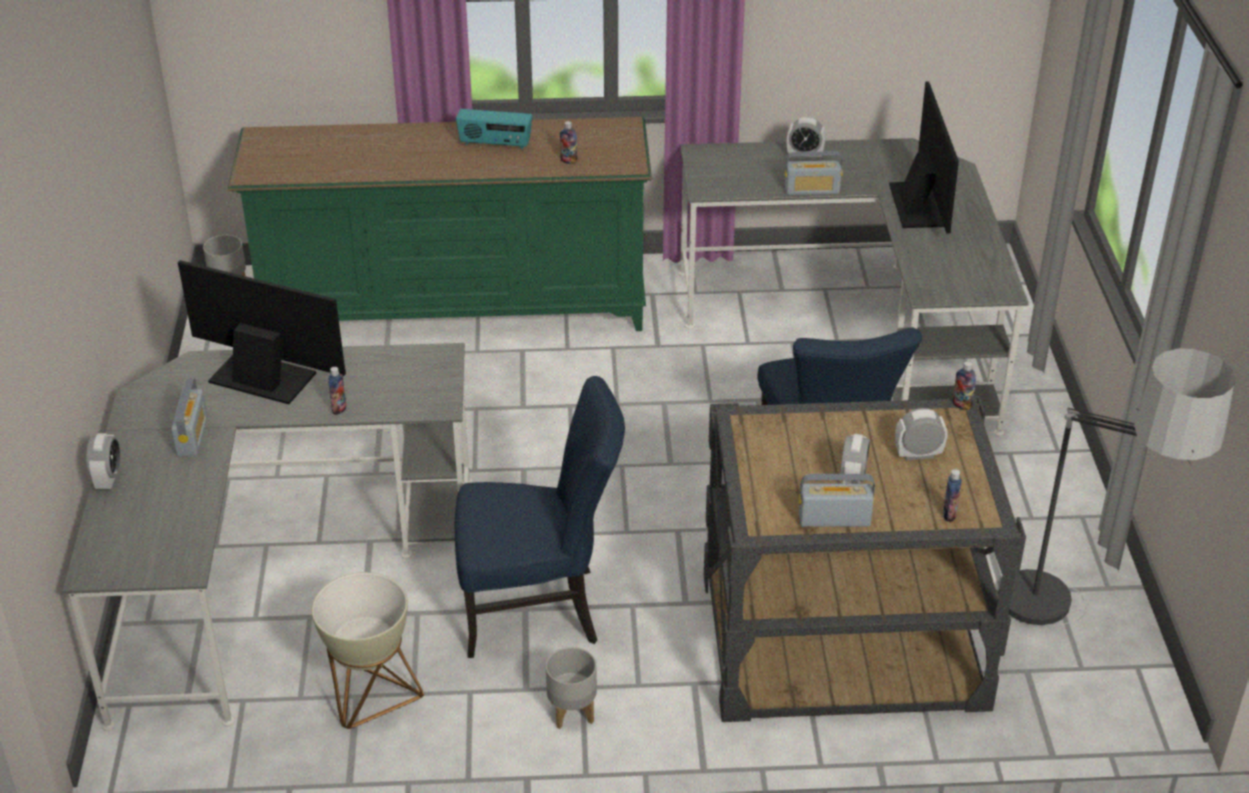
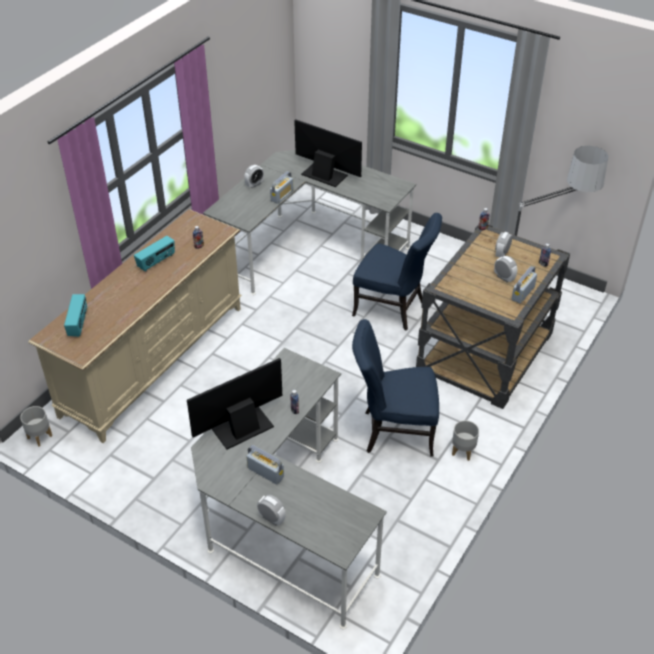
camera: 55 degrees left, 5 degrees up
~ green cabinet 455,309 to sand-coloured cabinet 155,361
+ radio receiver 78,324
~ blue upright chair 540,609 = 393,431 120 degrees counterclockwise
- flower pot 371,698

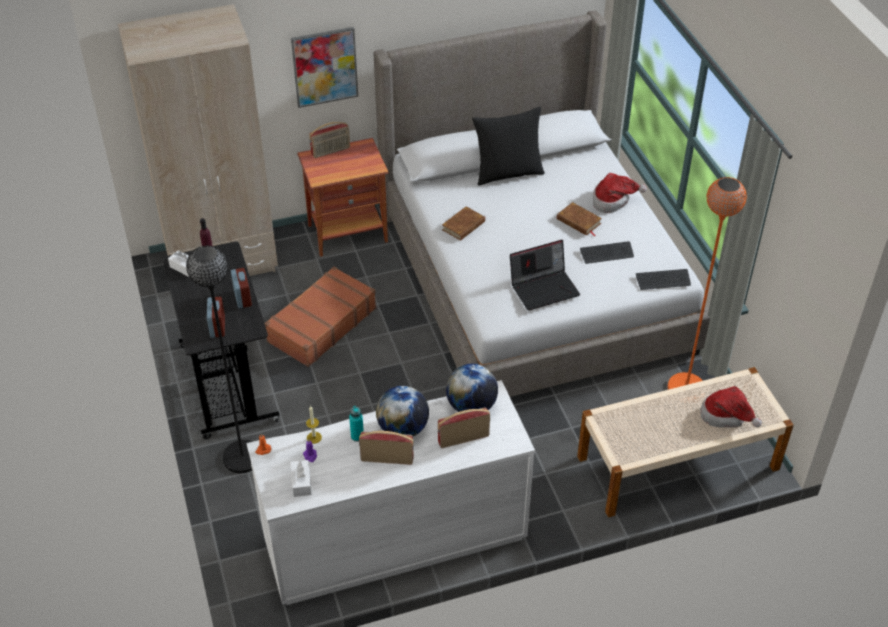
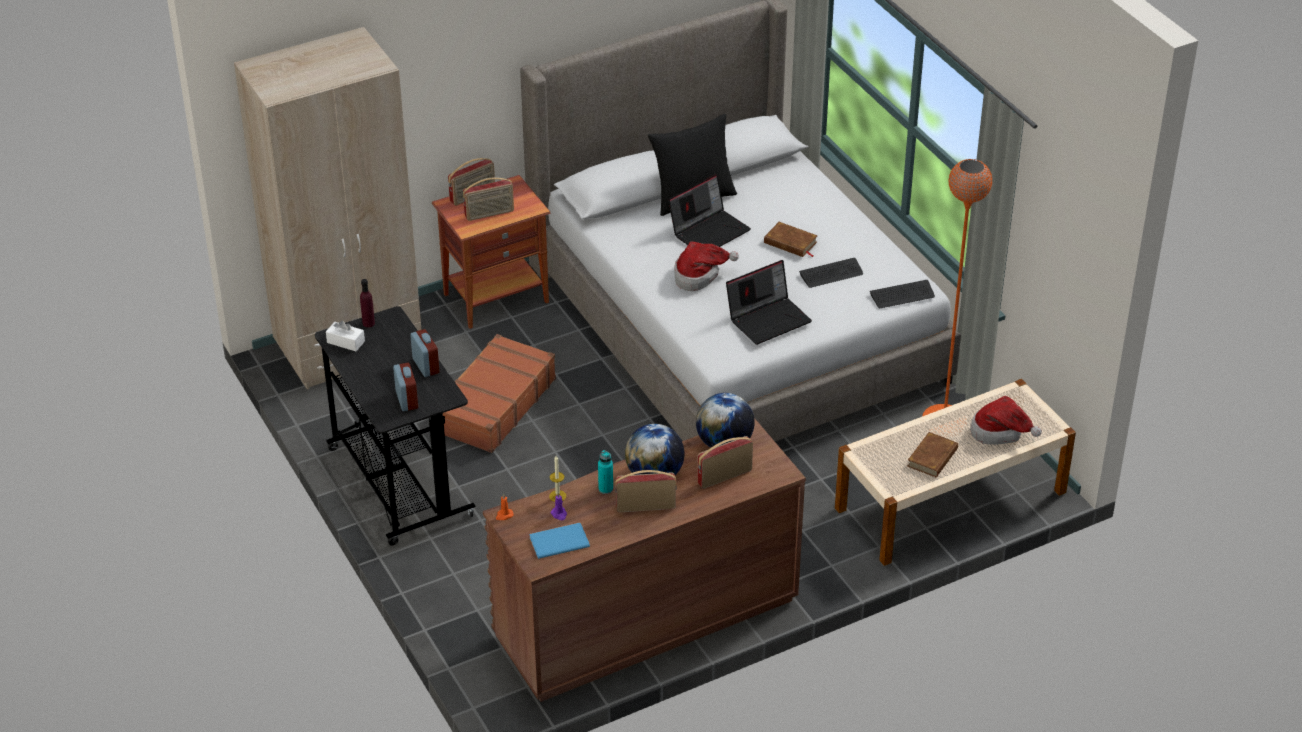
camera: 10 degrees left, 5 degrees down
+ radio receiver 489,214
~ white drawer chest 394,538 to brown drawer chest 645,619
~ white tissue holder 301,482 to blue book 557,541
+ notebook computer 709,231
~ hat 612,201 to 699,276
~ brown book 464,226 to 933,458
- black-coloured standing lamp 243,457
- picture 325,67

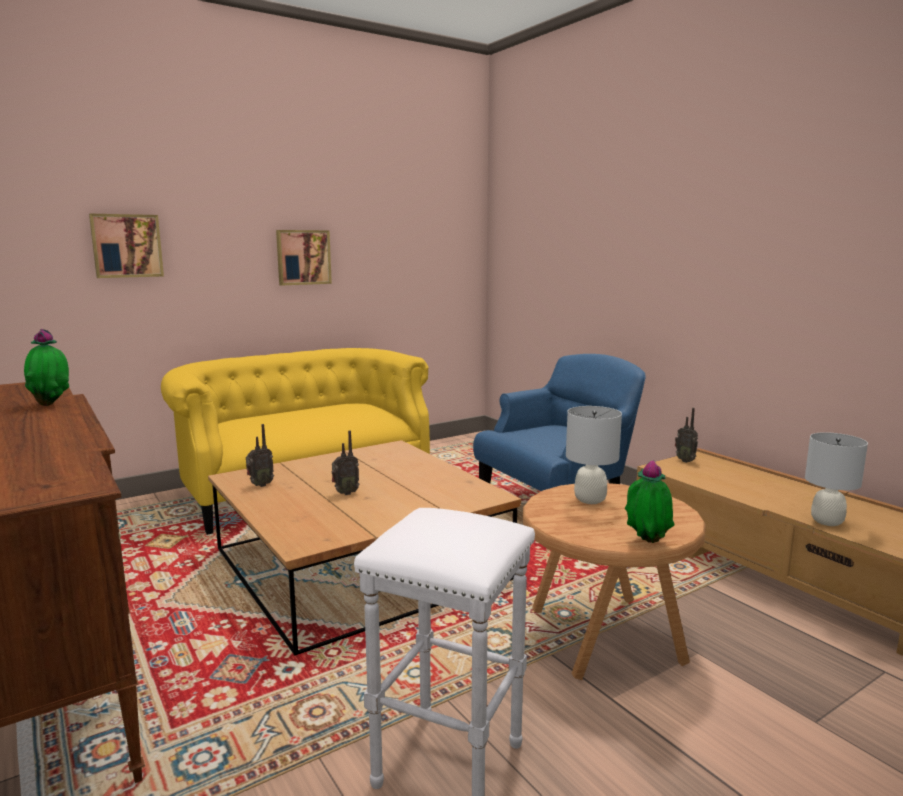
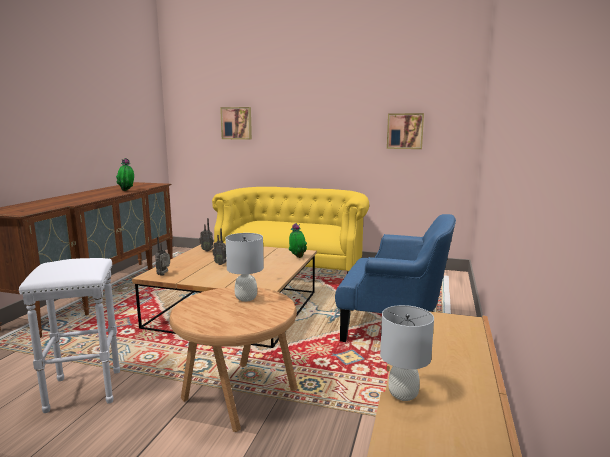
camera: 50 degrees right, 0 degrees up
~ radio receiver 685,460 to 164,274
~ plant in a pot 646,543 to 297,257
~ picture 303,257 to 405,131

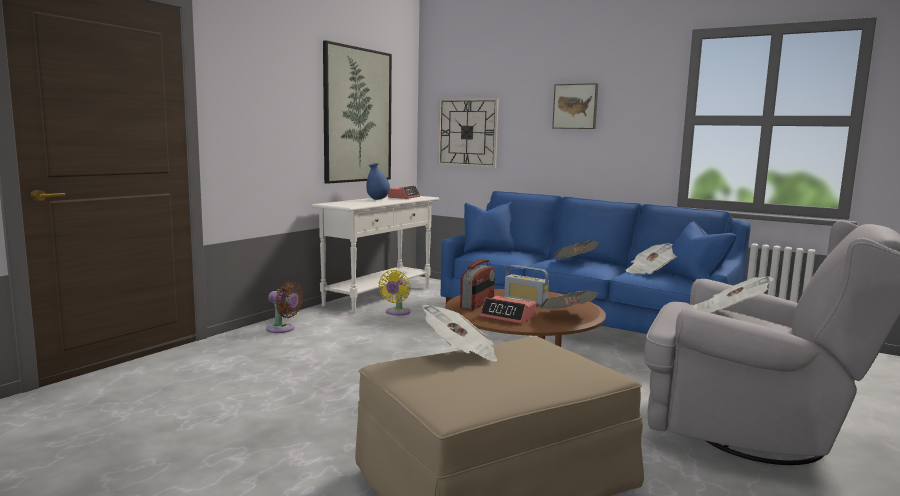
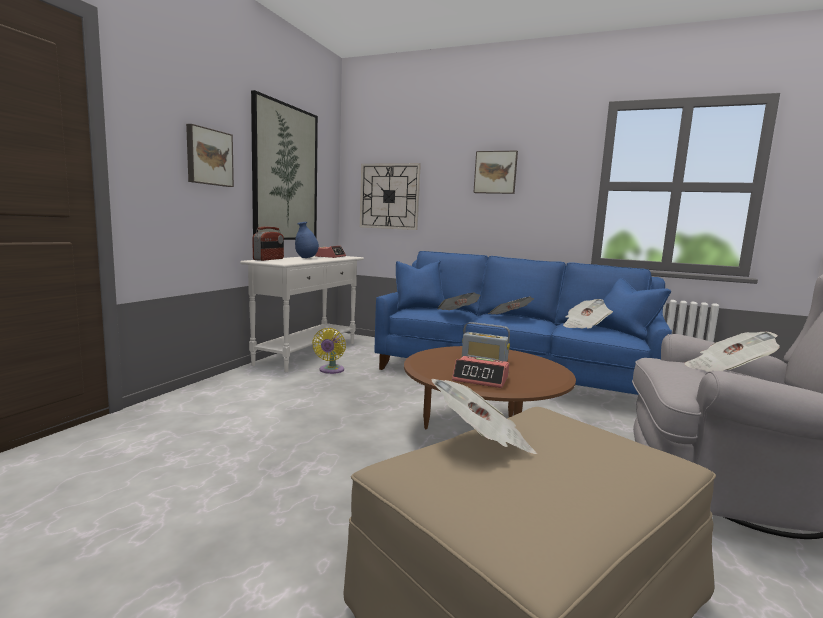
camera: 10 degrees left, 0 degrees up
+ picture 208,157
~ radio receiver 477,303 to 269,259
~ printed paper 566,316 to 457,313
- brown fan 283,329

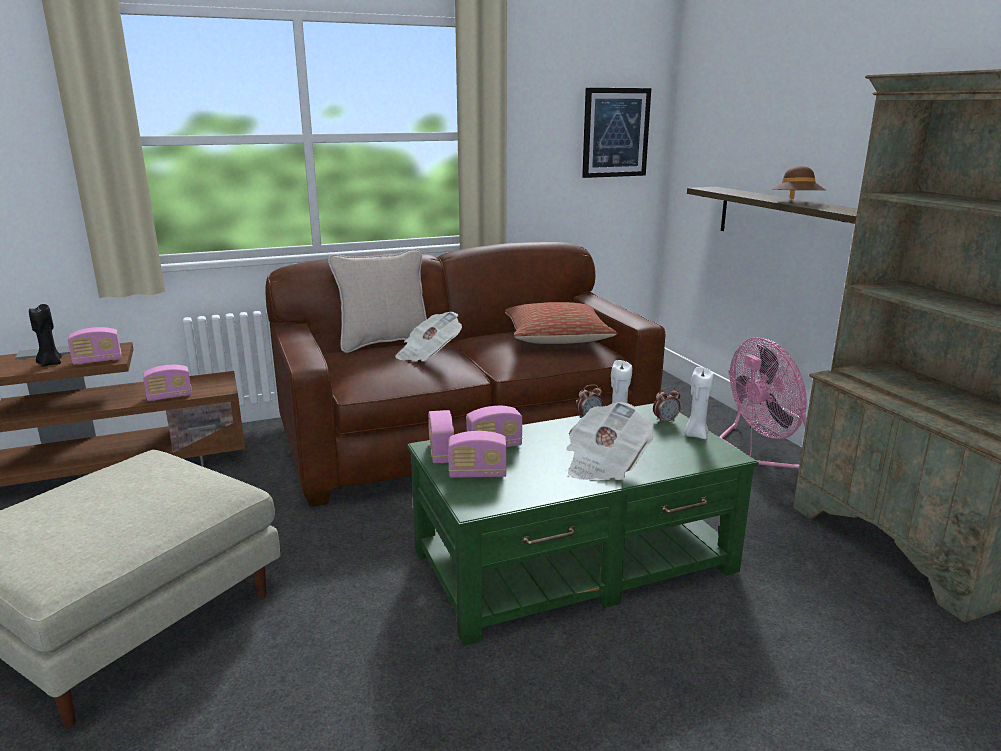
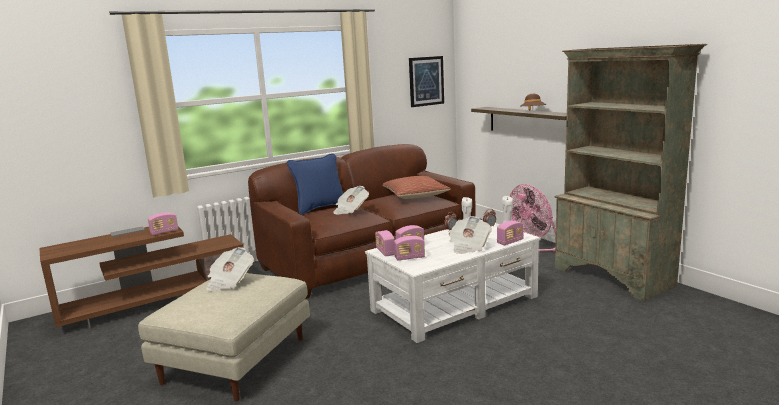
camera: 10 degrees left, 5 degrees down
+ printed paper 229,282
~ sand-coloured throw pillow 384,343 to blue throw pillow 320,208
~ green lounge table 575,561 to white lounge table 456,303
~ radio receiver 169,397 to 510,242
- black-coloured candle 50,363

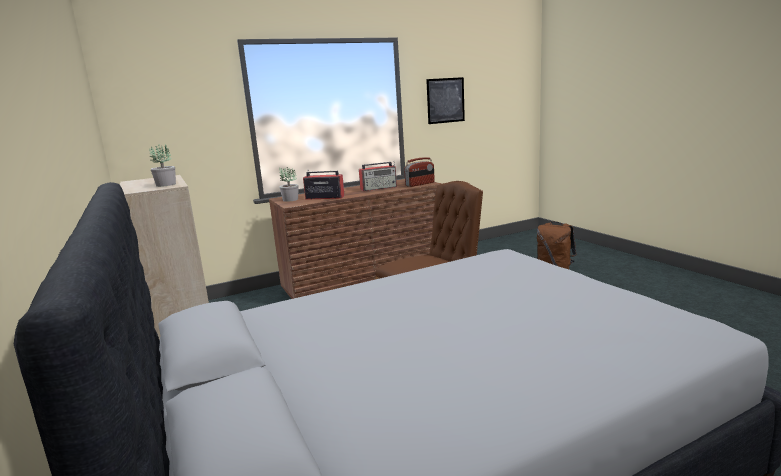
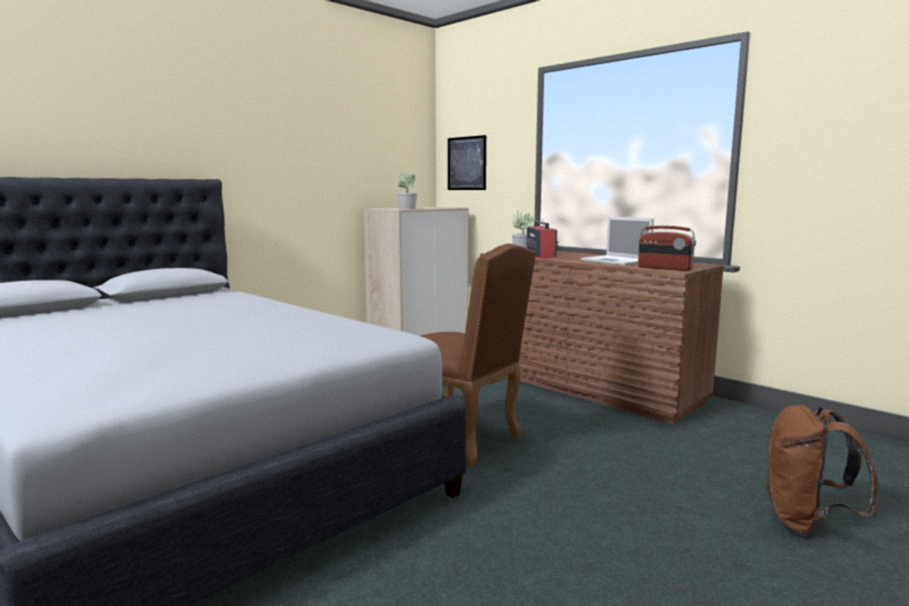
camera: 70 degrees right, 5 degrees down
~ picture 445,100 to 466,163
~ radio receiver 379,188 to notebook computer 616,261

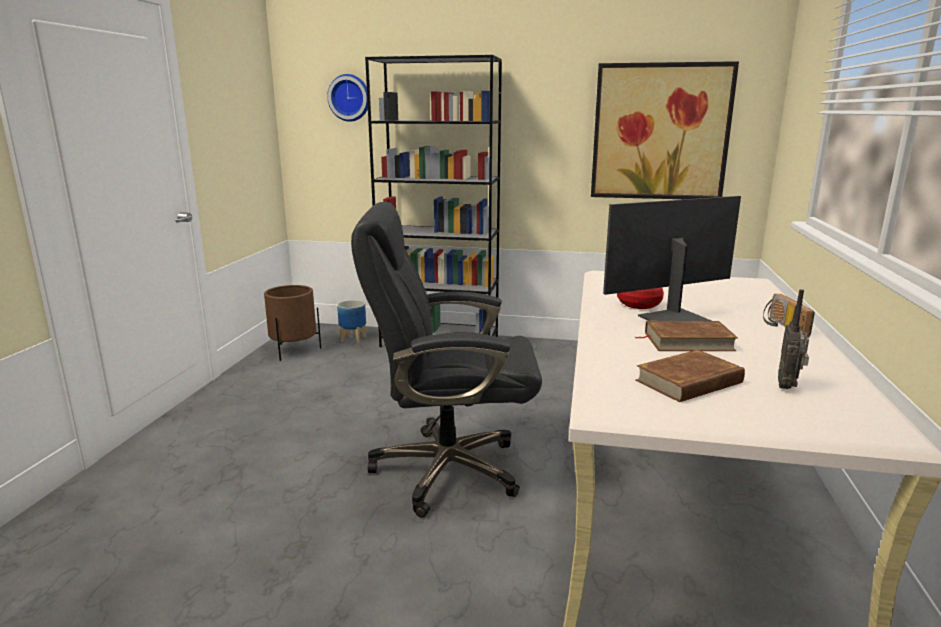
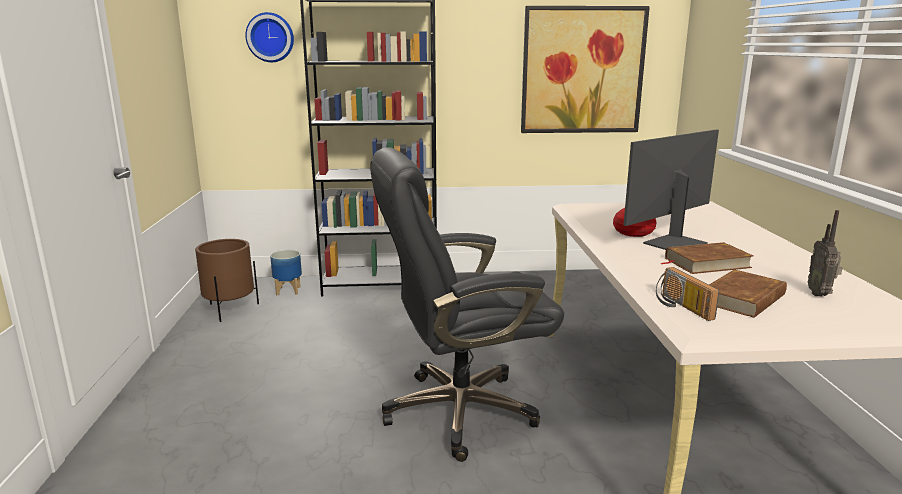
camera: 15 degrees left, 0 degrees up
~ radio receiver 782,326 to 680,307

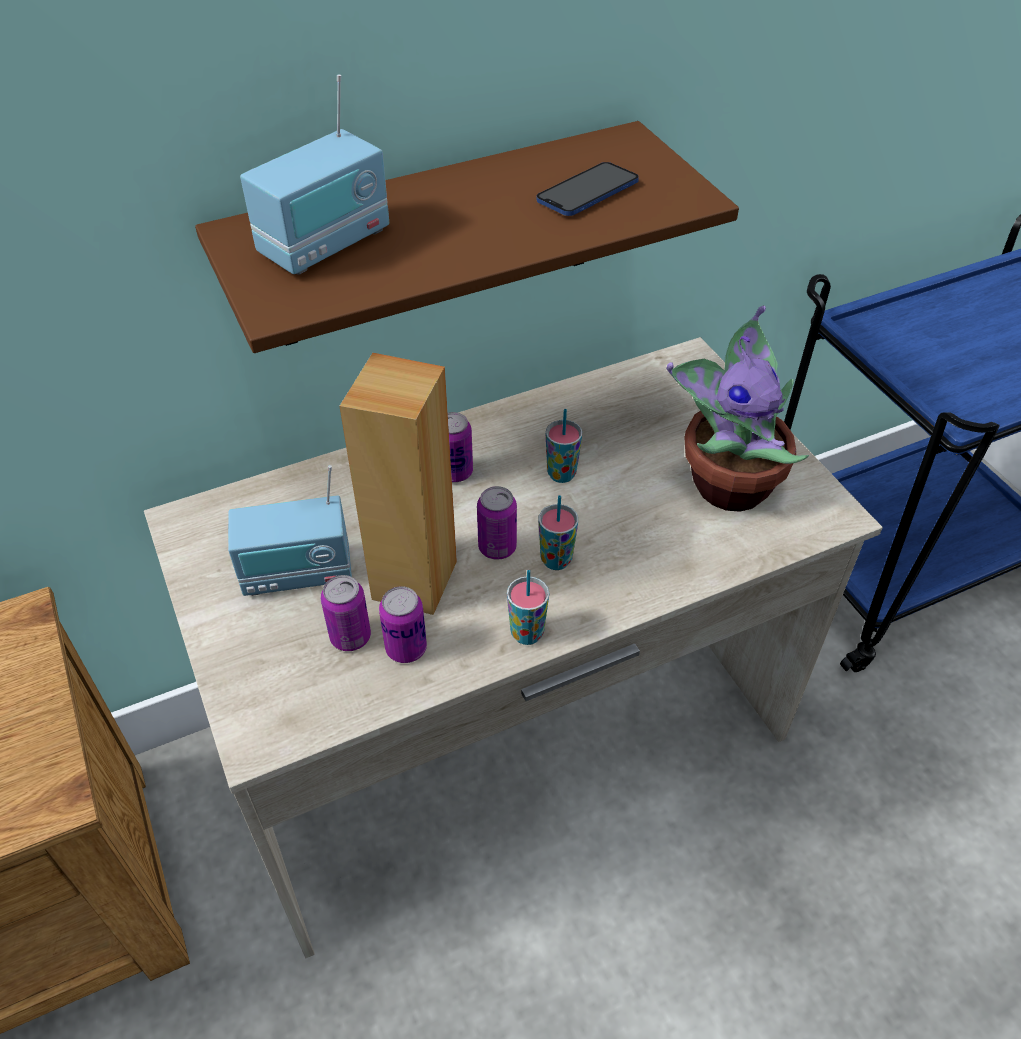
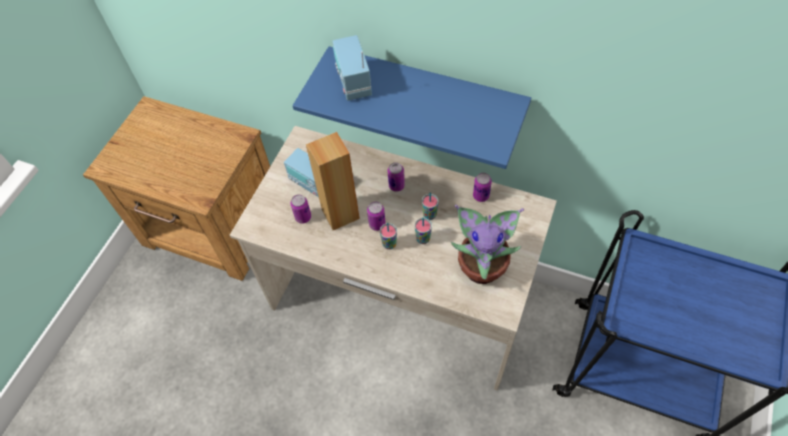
camera: 50 degrees right, 10 degrees up
~ brown bracket shelf 435,237 to blue bracket shelf 426,95
~ radio receiver 326,244 = 353,82 75 degrees clockwise
~ small cup 527,633 to 423,239
~ metal can 406,648 to 481,196
- telephone 587,192

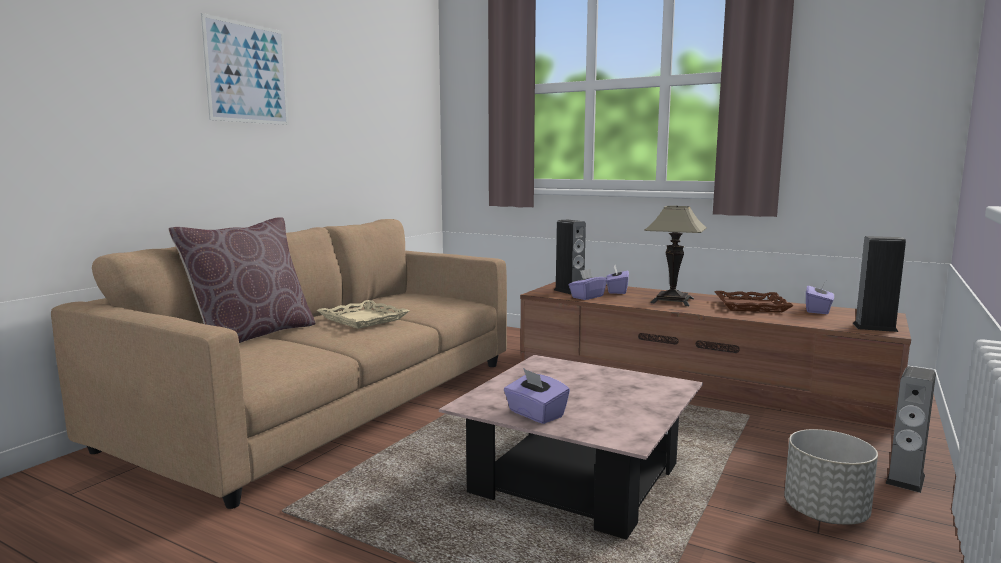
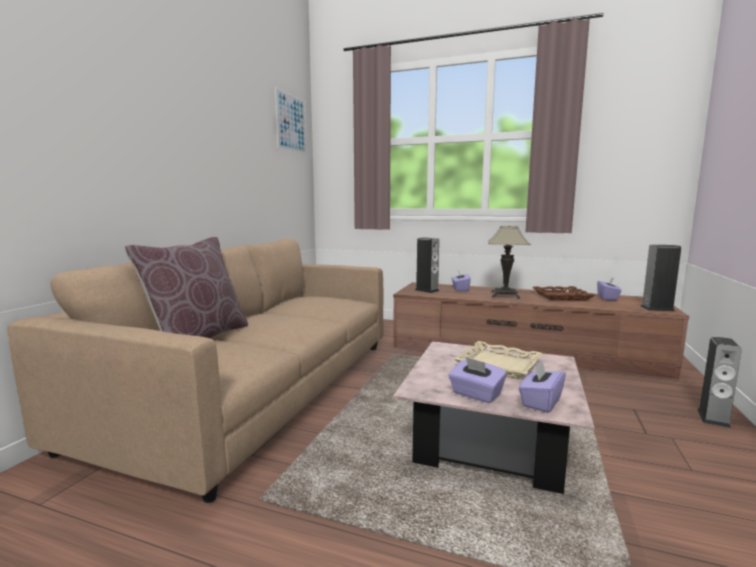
camera: 10 degrees left, 0 degrees up
~ picture 247,73 to 291,123
~ sand-coloured tray 362,319 to 498,365
~ purple tissue holder 587,297 to 540,402
- grey flower pot 825,514

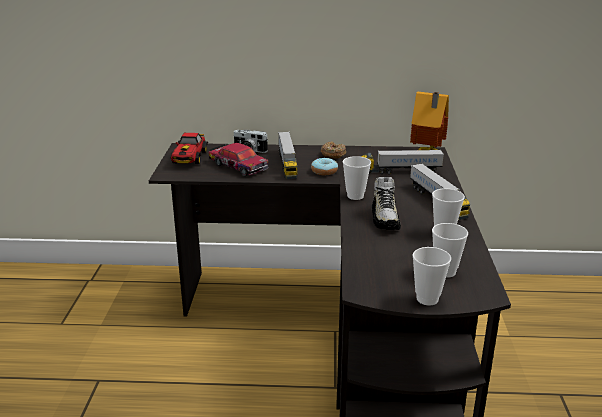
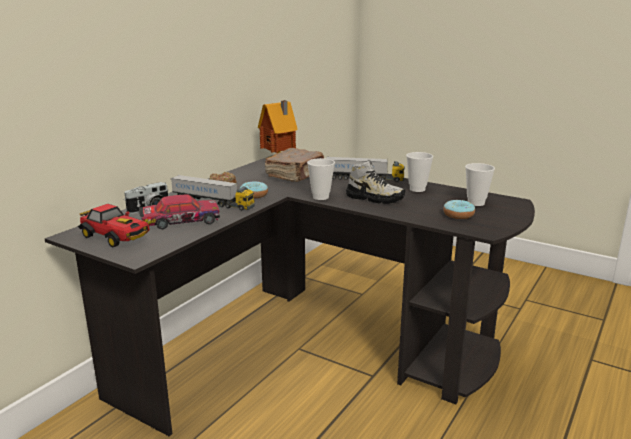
camera: 60 degrees left, 5 degrees down
~ toy lorry 400,171 to brown book 296,175
+ doughnut 458,215
- small cup 427,299

